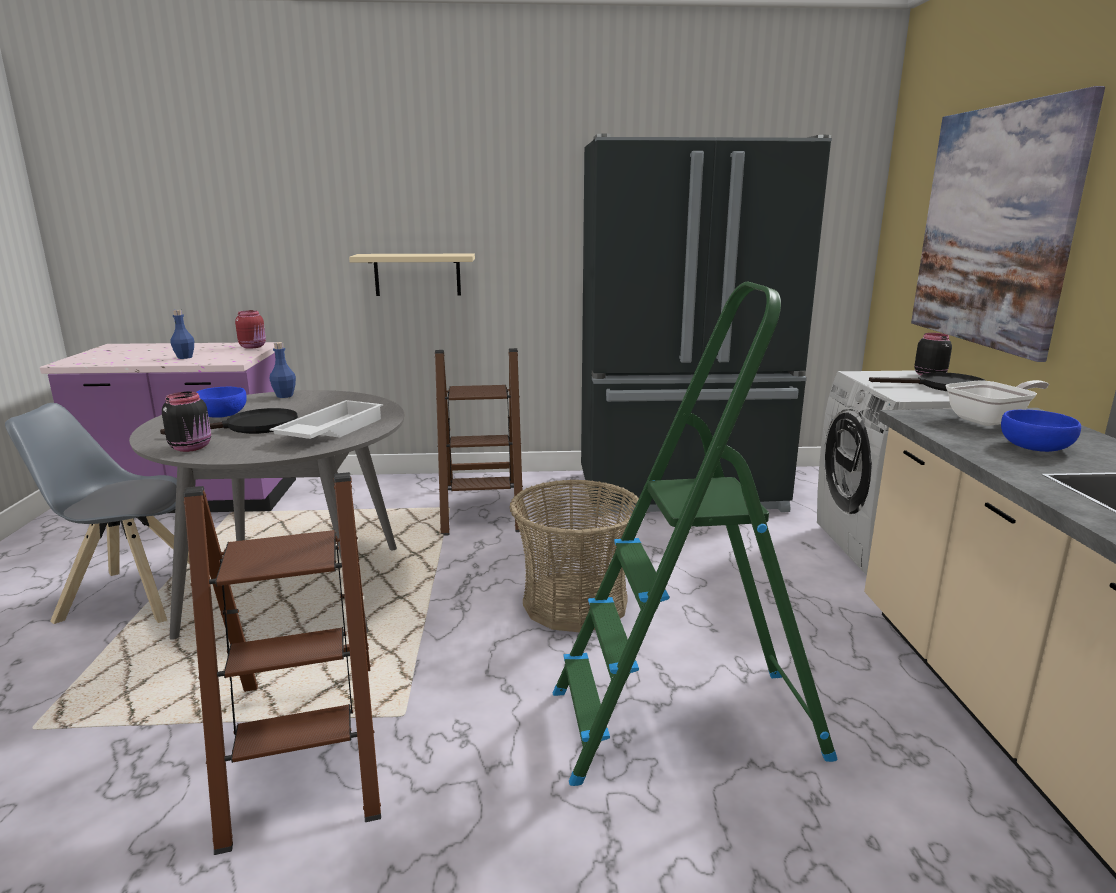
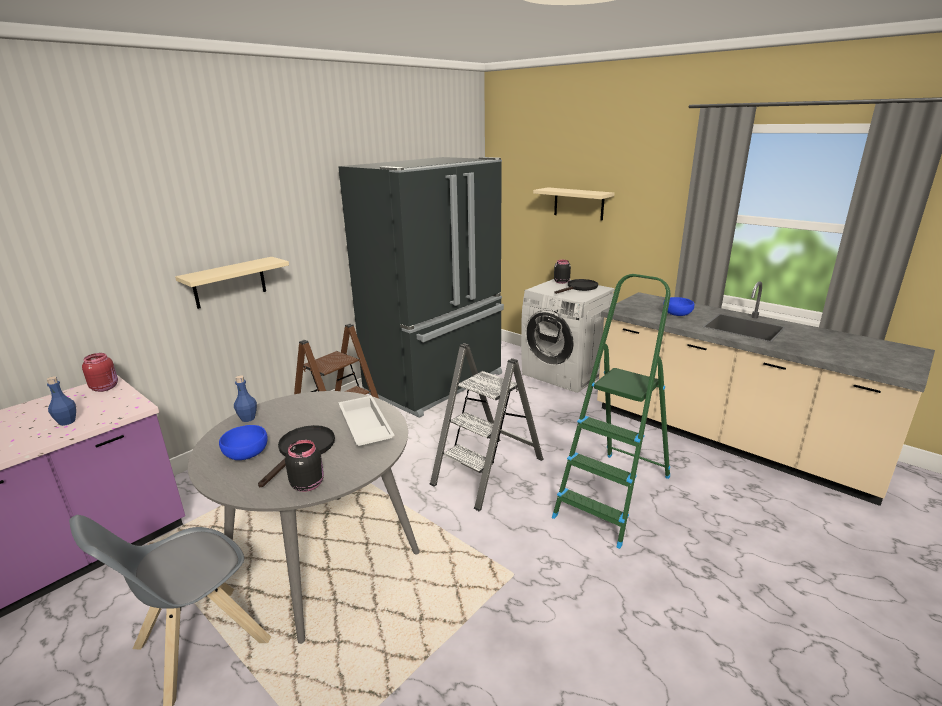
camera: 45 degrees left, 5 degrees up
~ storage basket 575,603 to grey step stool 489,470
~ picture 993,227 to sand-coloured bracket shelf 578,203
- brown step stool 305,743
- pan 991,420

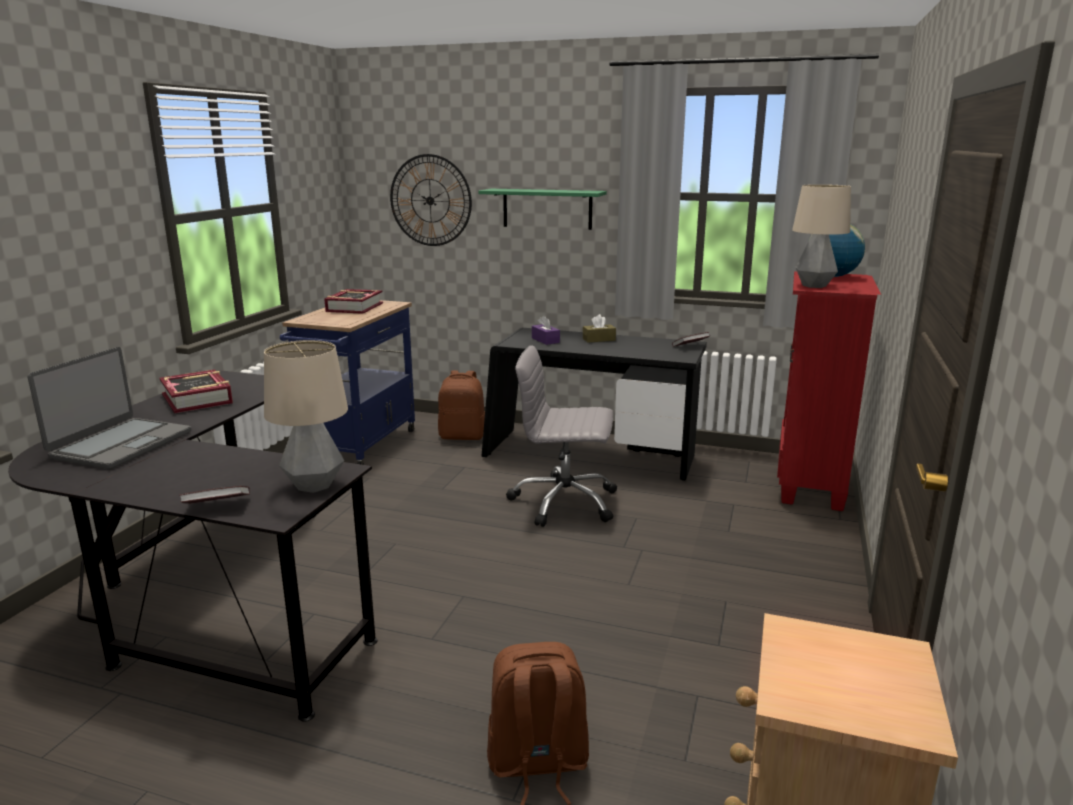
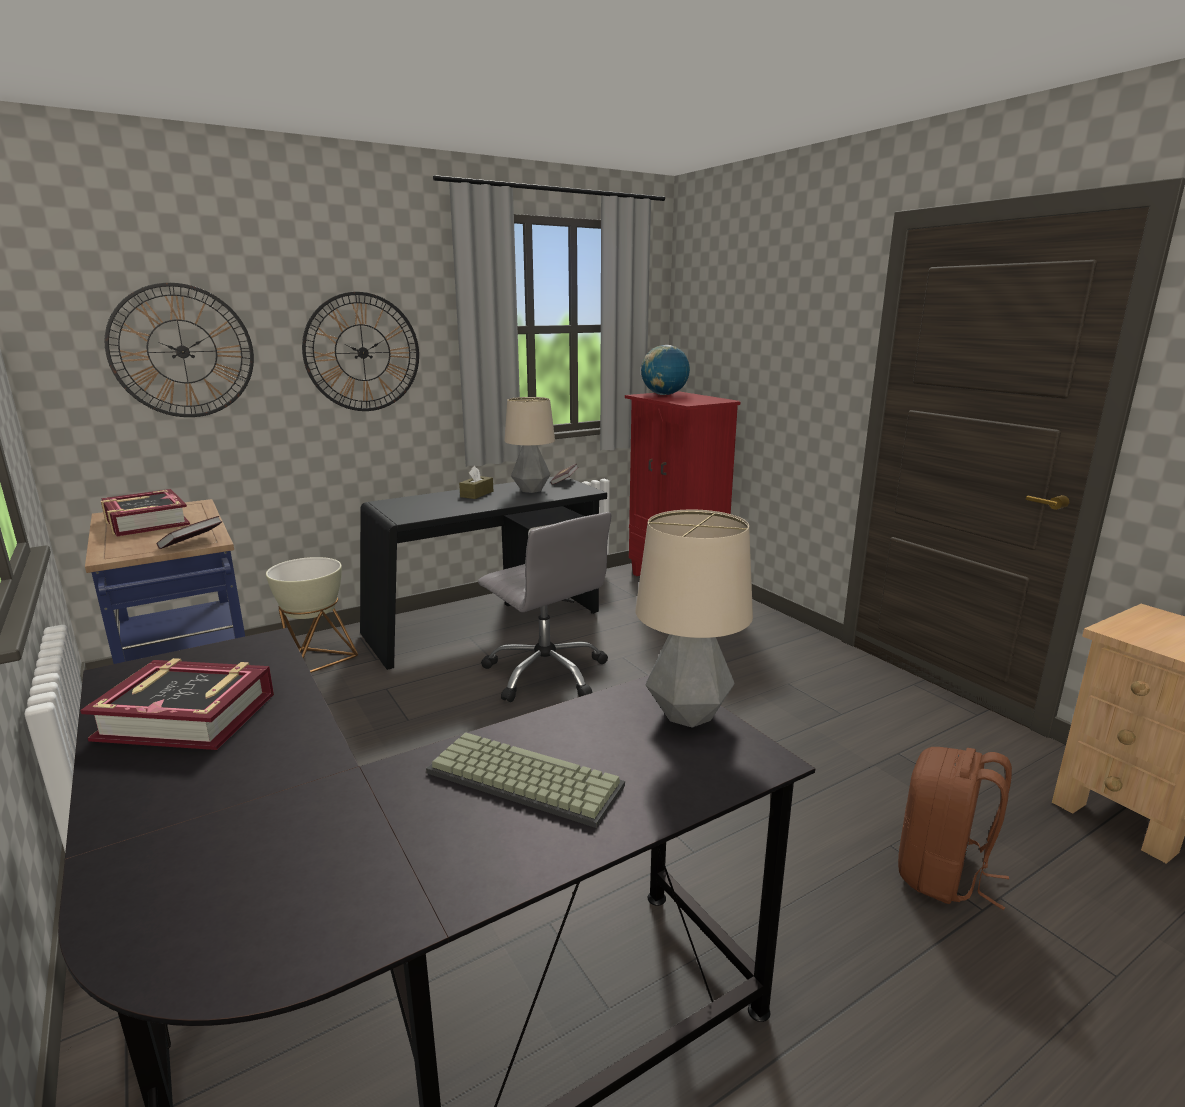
camera: 50 degrees left, 0 degrees up
~ book 217,506 to 192,543
~ brown rucksack 463,436 to flower pot 317,660
~ green bracket shelf 547,209 to clock on the wall 362,352
+ keyboard 520,781
~ grey computer chair 563,502 = 546,673 90 degrees counterclockwise
~ tabletop lamp 813,286 to 530,490
- notebook computer 121,444
- purple tissue holder 545,340

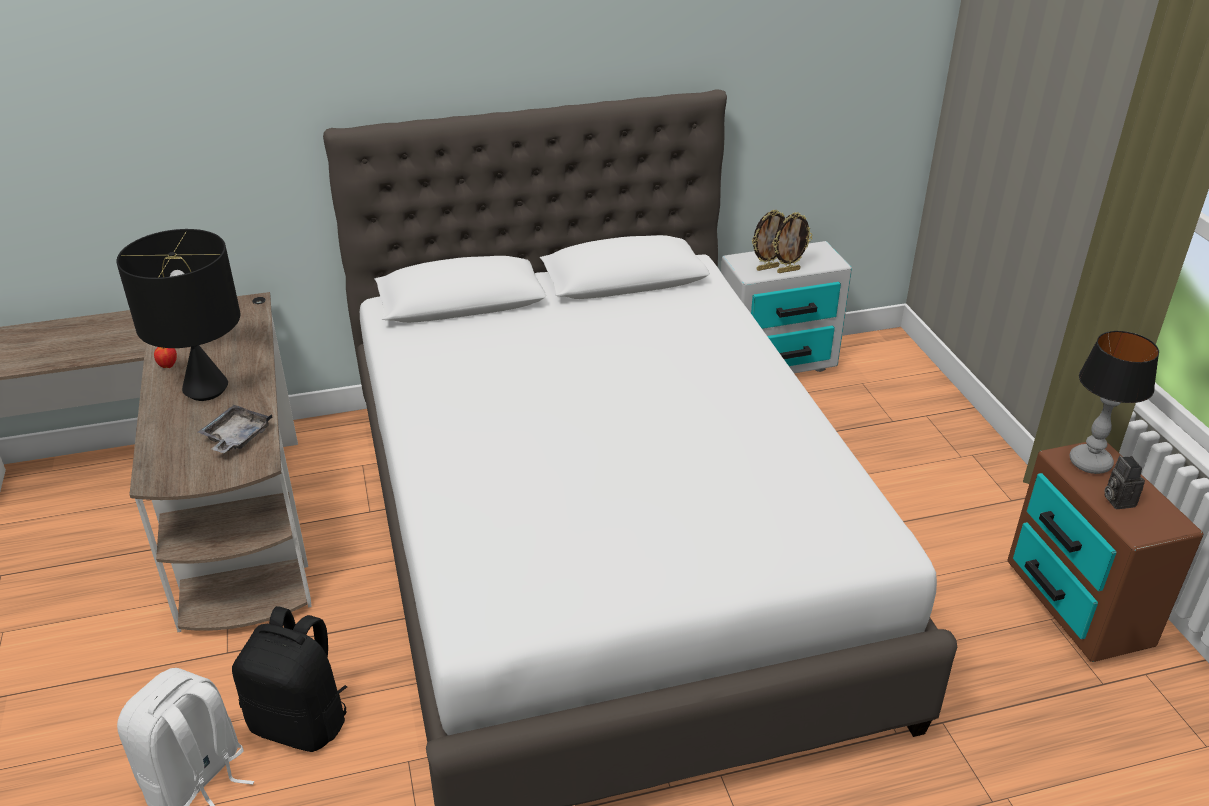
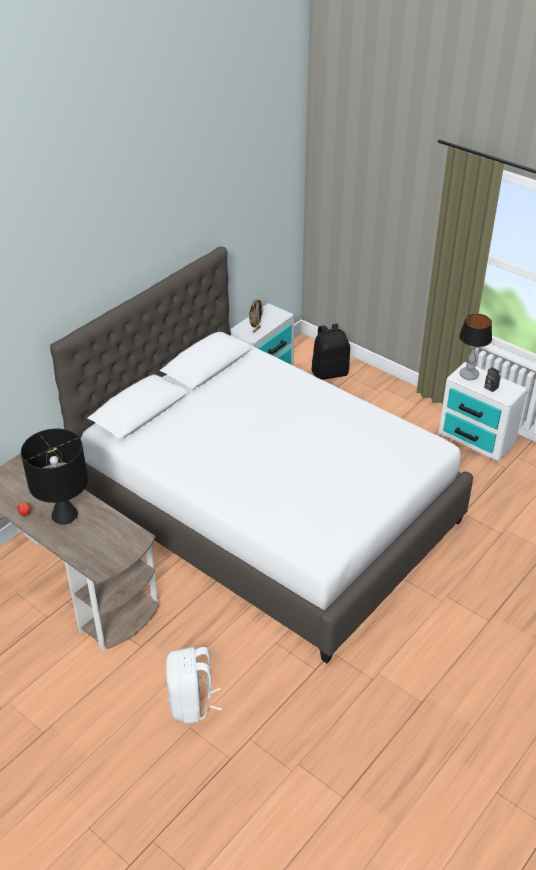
camera: 35 degrees left, 5 degrees up
~ black-coloured rucksack 301,722 to 330,372
~ brown bedside table 1073,611 to white bedside table 475,443
- grey tray 236,437
- photo frame 788,270

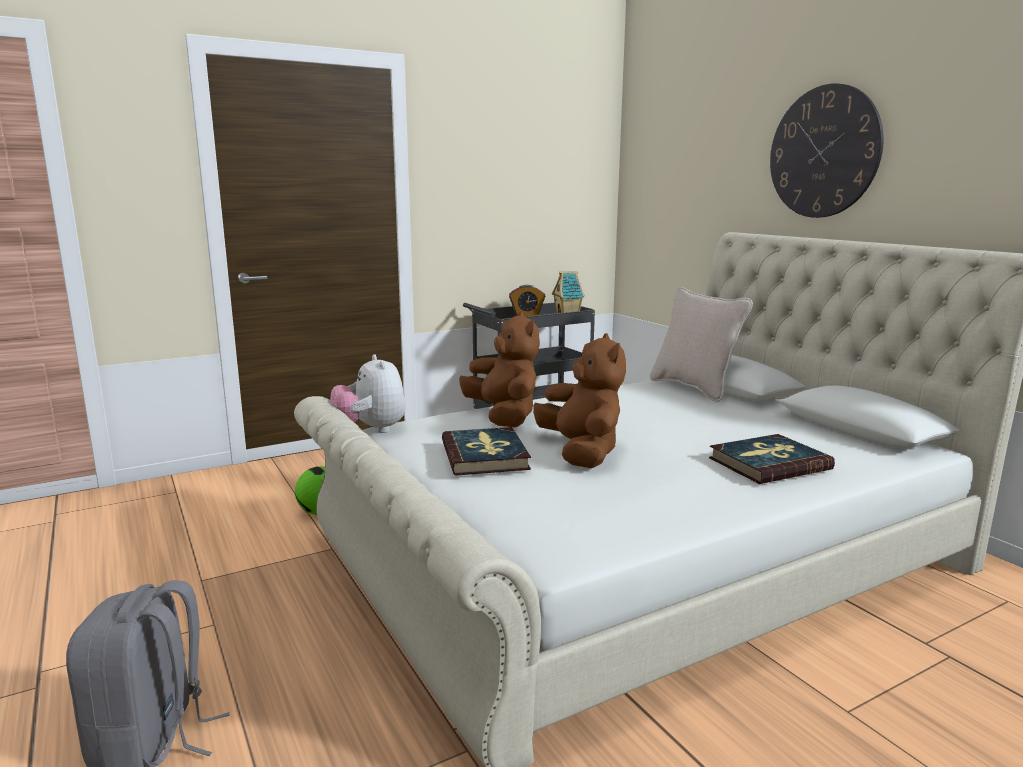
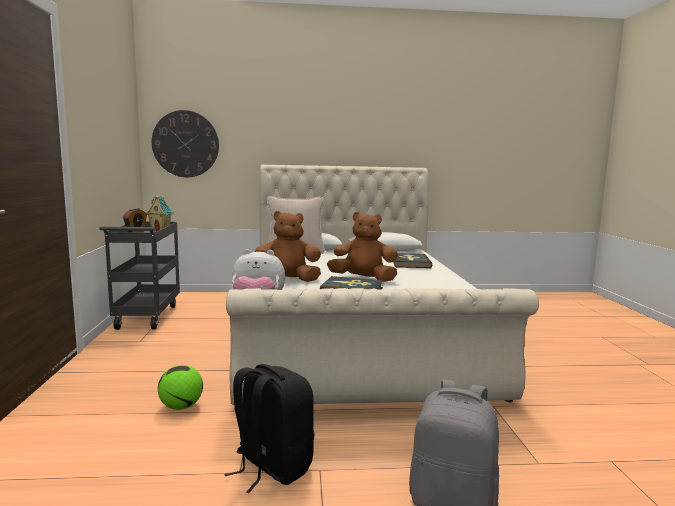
camera: 65 degrees left, 5 degrees down
~ clock on the wall 823,152 to 185,144
+ black-coloured rucksack 271,467

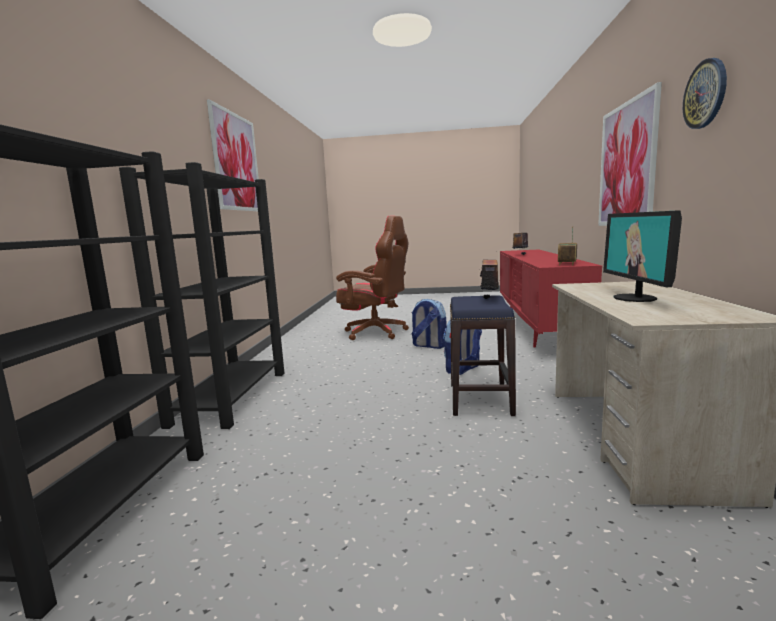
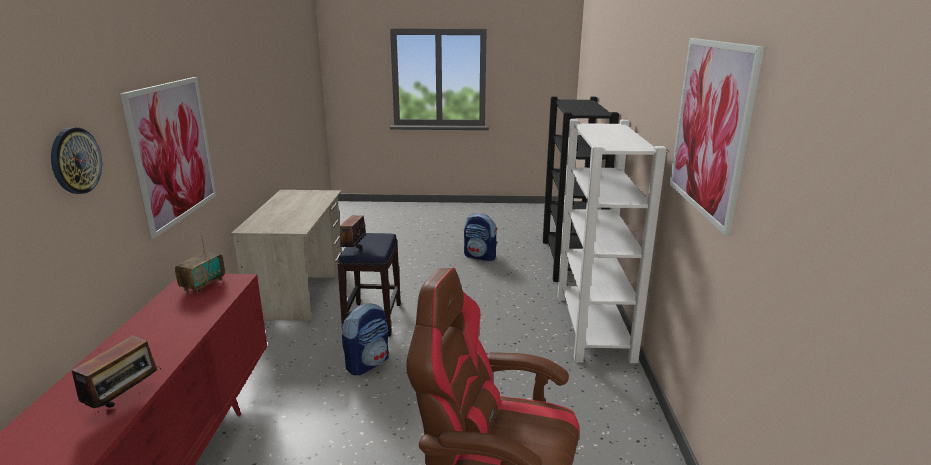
camera: 175 degrees right, 10 degrees up
~ clock on the wall 705,94 to 75,160
~ rucksack 429,346 to 480,256
~ black-coloured bookcase 231,397 to white bookcase 594,327
- monitor 635,298

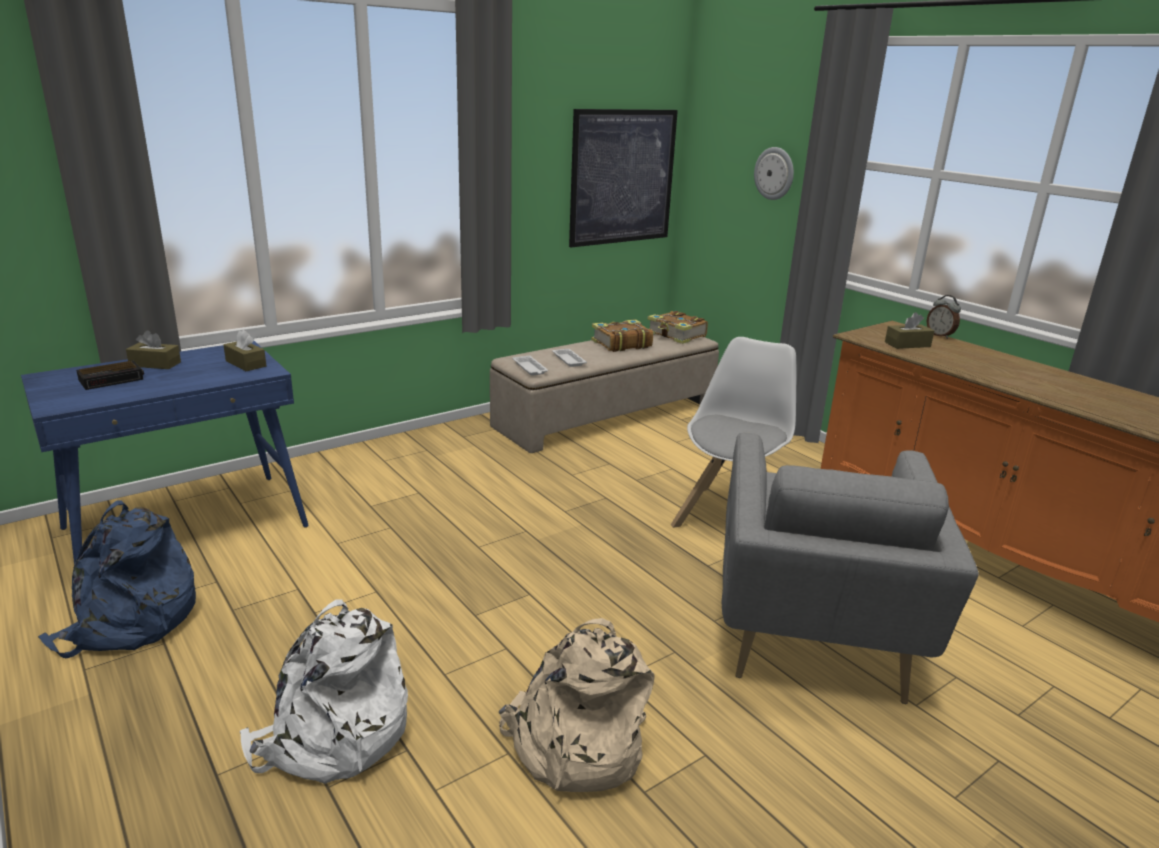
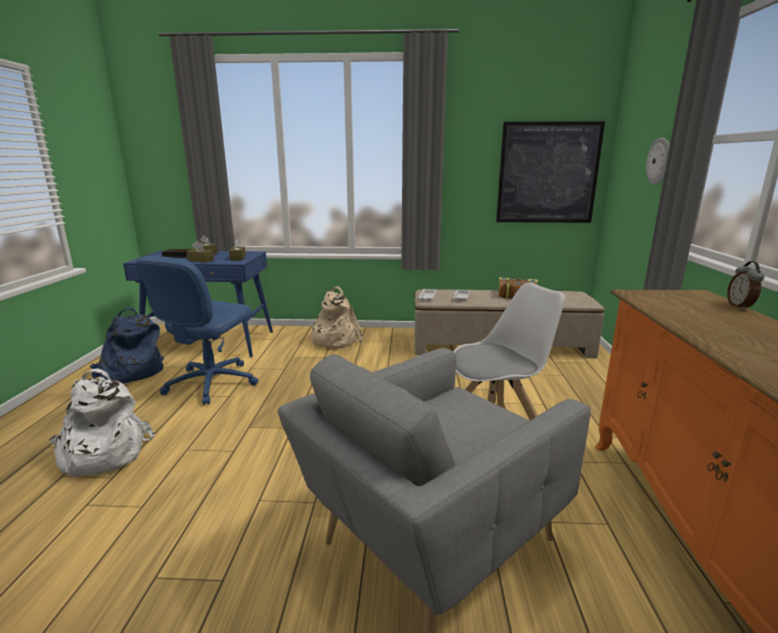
camera: 40 degrees right, 5 degrees down
+ blue computer chair 211,383
~ brown tissue holder 907,344 to 200,260
~ sand-coloured rucksack 575,745 to 334,340
- book 676,335

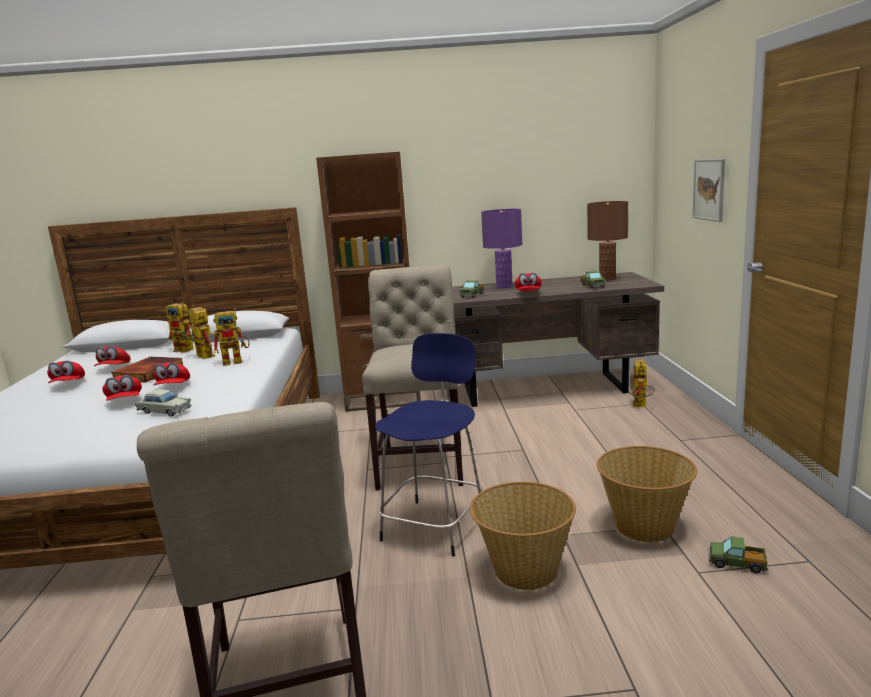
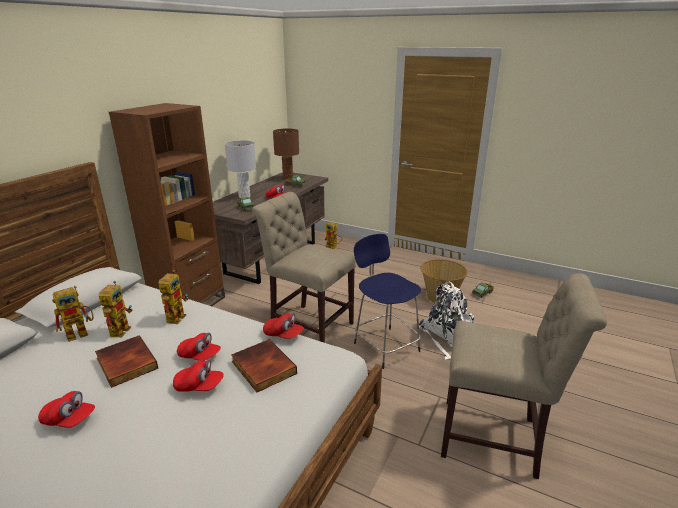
camera: 60 degrees left, 10 degrees up
~ robot figure 202,356 = 121,329 105 degrees clockwise
~ purple tabletop lamp 504,286 to grey tabletop lamp 244,196
~ sand-coloured toy car 164,411 to book 262,368
~ reddish baseball cap 113,368 to 283,335
~ storage basket 524,571 to white rucksack 449,338
- picture 709,189

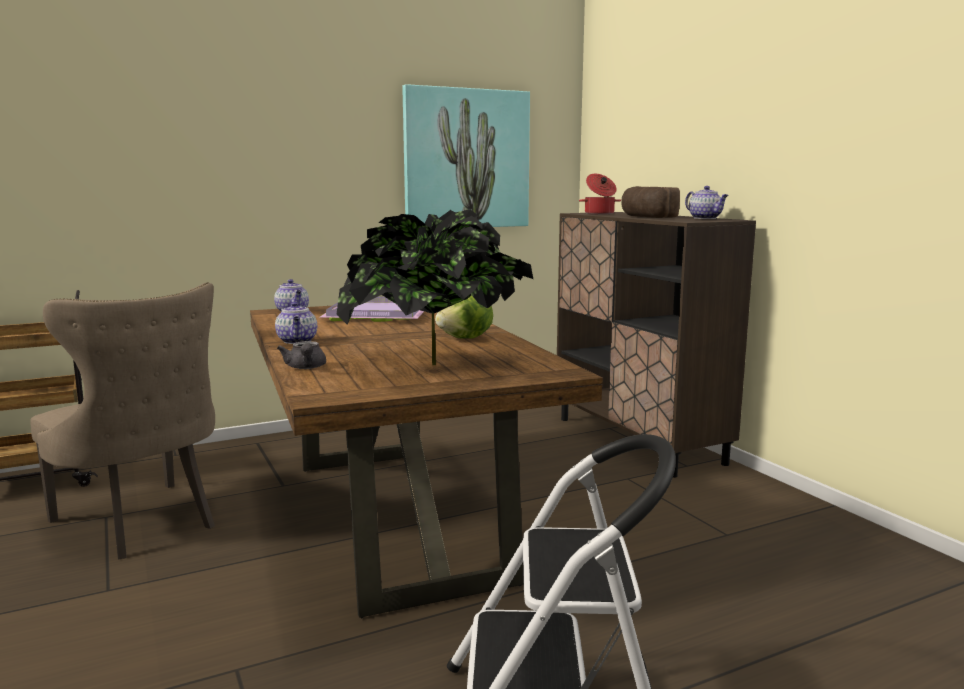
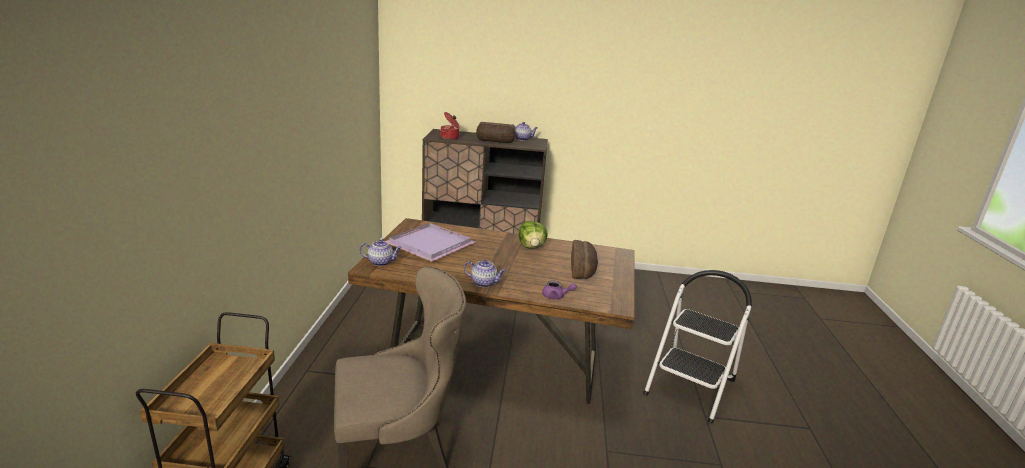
camera: 60 degrees left, 10 degrees up
~ grey pot for tea 305,368 to purple pot for tea 556,296
~ plant in a pot 435,366 to bakery bread 583,270
- picture 466,159

